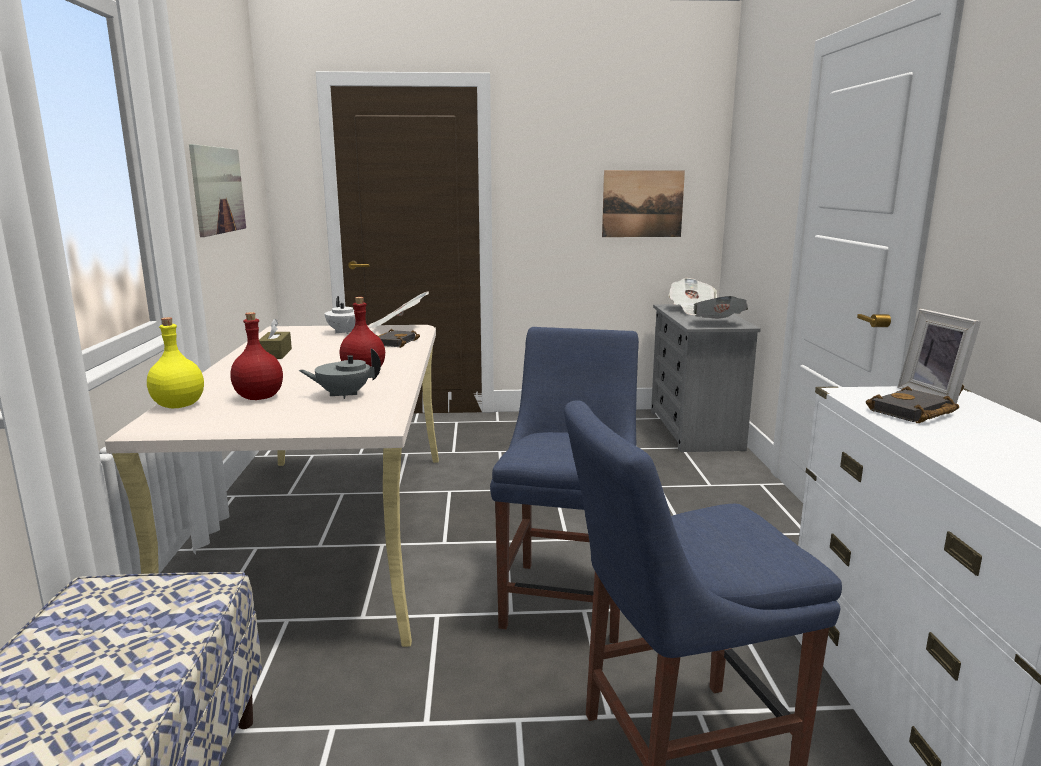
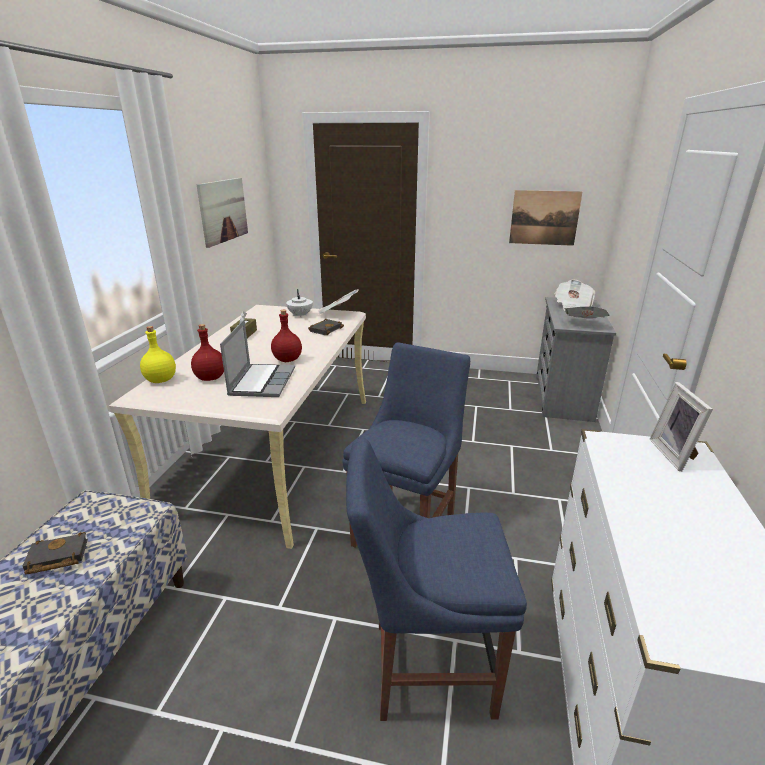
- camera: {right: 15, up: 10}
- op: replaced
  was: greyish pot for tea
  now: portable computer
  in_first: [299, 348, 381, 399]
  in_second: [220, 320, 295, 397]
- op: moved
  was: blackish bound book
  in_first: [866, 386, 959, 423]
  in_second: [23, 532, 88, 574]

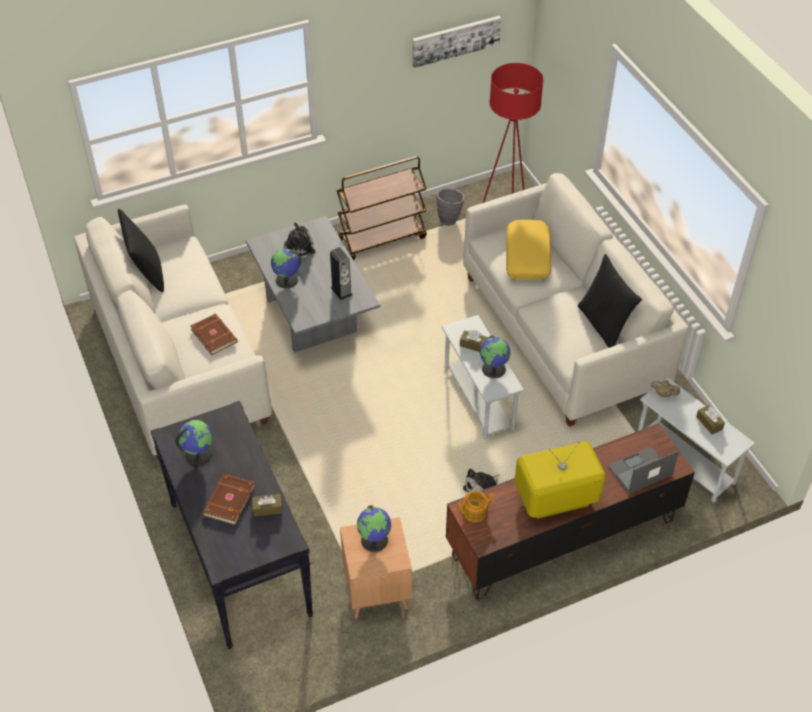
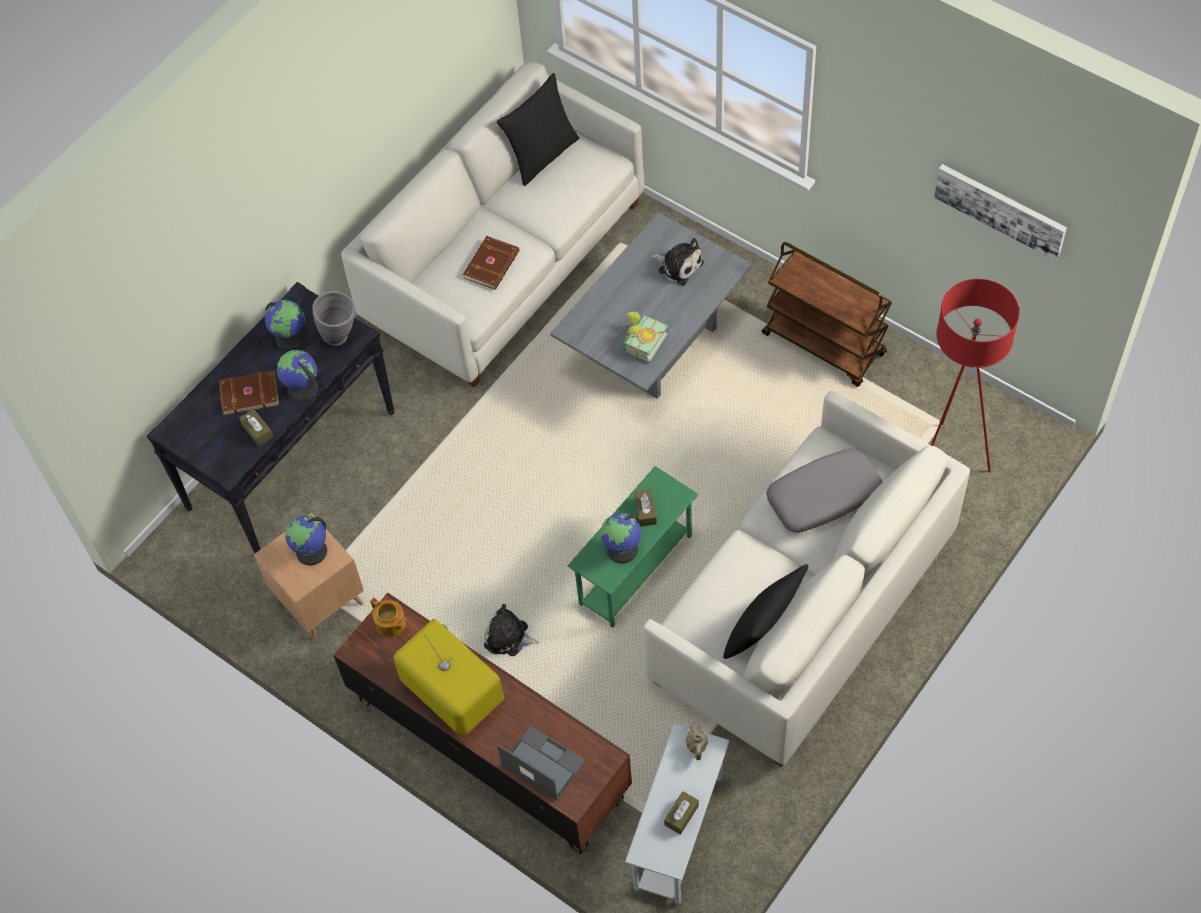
- camera: {right: 65, up: 10}
- op: moved
  was: globe
  in_first: [271, 249, 301, 288]
  in_second: [276, 350, 318, 401]
- op: replaced
  was: audio speaker
  now: bound book
  in_first: [330, 247, 352, 300]
  in_second: [622, 311, 668, 363]
- op: moved
  was: greyish vase
  in_first: [437, 188, 465, 226]
  in_second: [312, 291, 355, 346]
- op: recoloured
  was: whitish accent table
  now: green-coloured accent table
  in_first: [441, 315, 524, 440]
  in_second: [568, 466, 698, 627]
- op: recoloured
  was: yellow throw pillow
  now: greyish throw pillow
  in_first: [506, 220, 551, 280]
  in_second: [766, 449, 882, 533]

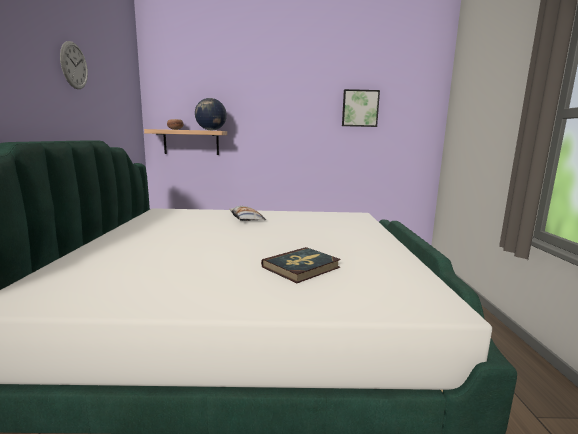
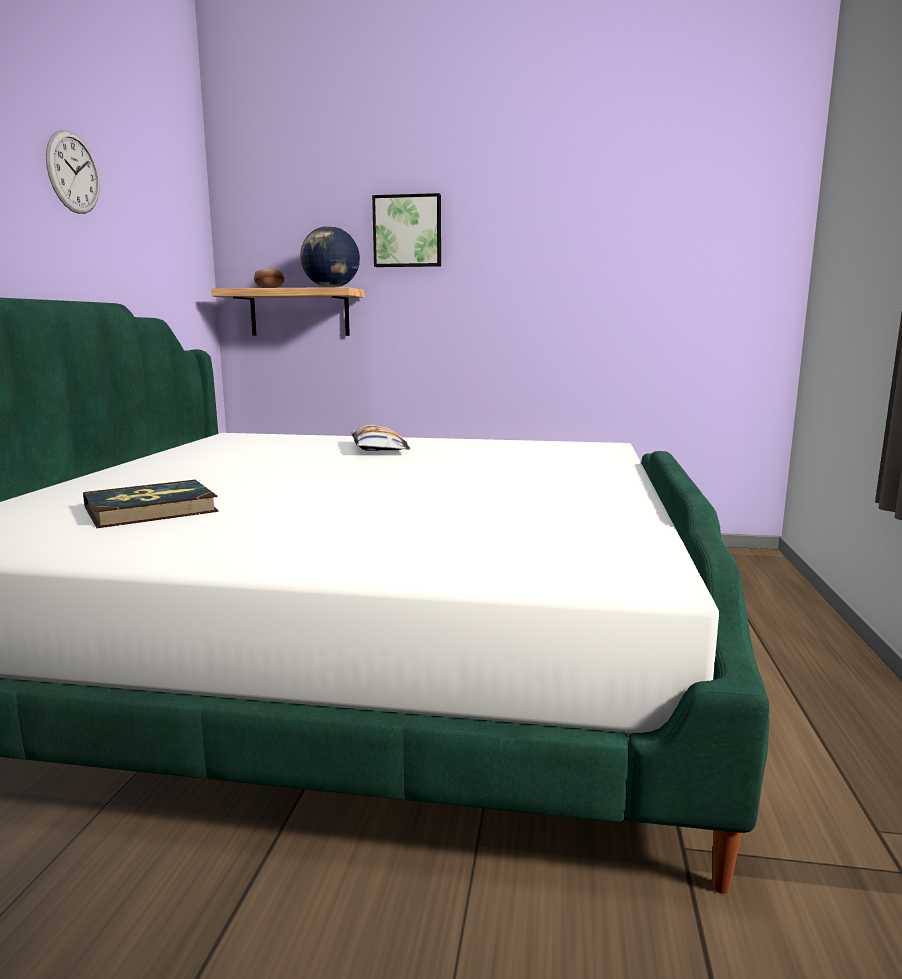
- camera: {right: 10, up: 0}
- op: moved
  was: bound book
  in_first: [261, 247, 341, 283]
  in_second: [83, 480, 219, 528]
- op: moved
  was: wall art
  in_first: [342, 89, 380, 127]
  in_second: [372, 193, 441, 267]

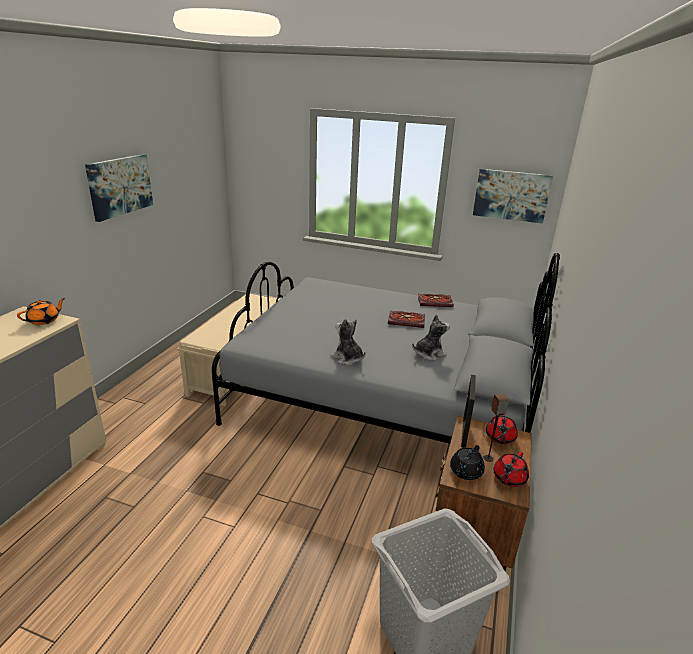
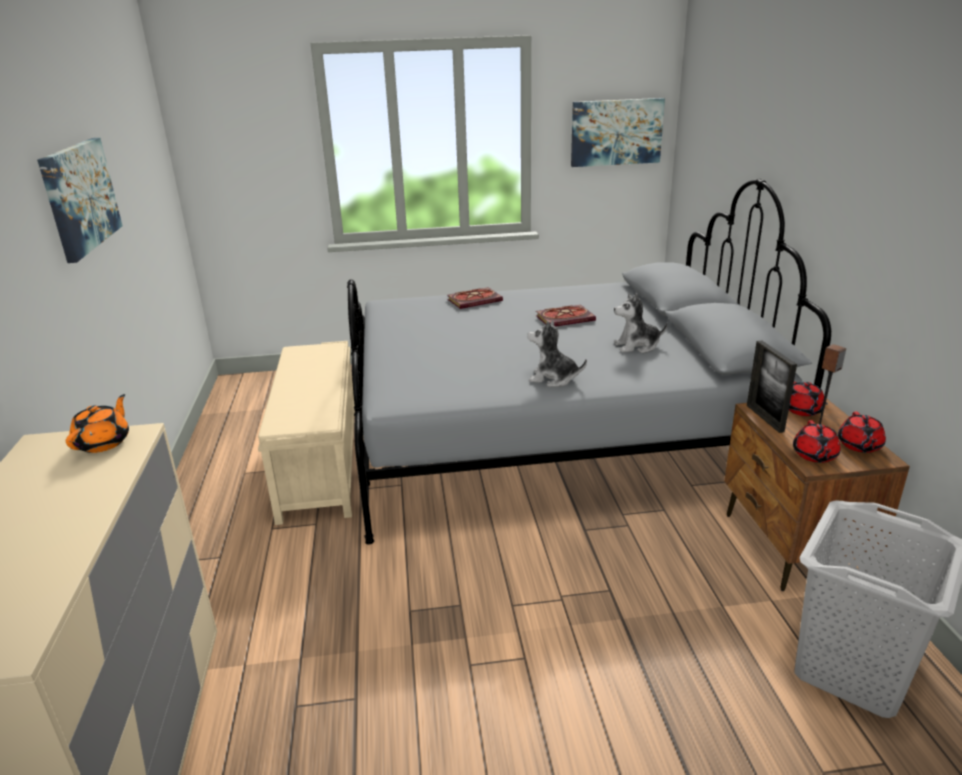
- camera: {right: -25, up: 0}
- op: turned
  was: plush toy
  in_first: [412, 314, 450, 360]
  in_second: [614, 293, 668, 353]
  clockwise: -135
- op: moved
  was: bound book
  in_first: [418, 294, 454, 307]
  in_second: [447, 287, 503, 309]
- op: recoloured
  was: blackish pot for tea
  now: red pot for tea
  in_first: [450, 445, 485, 480]
  in_second: [793, 420, 841, 463]

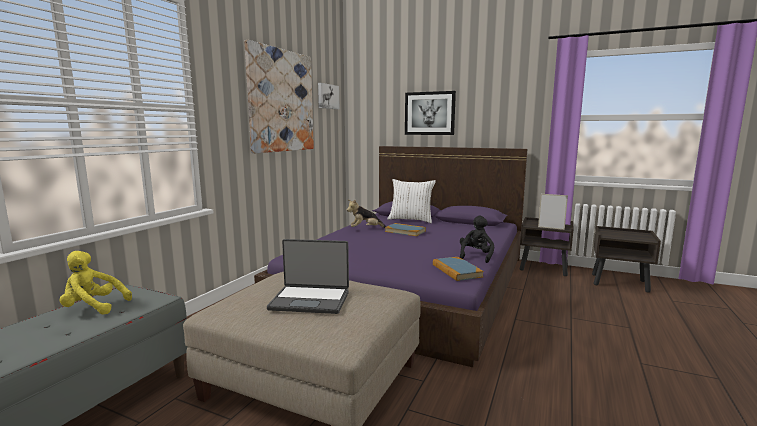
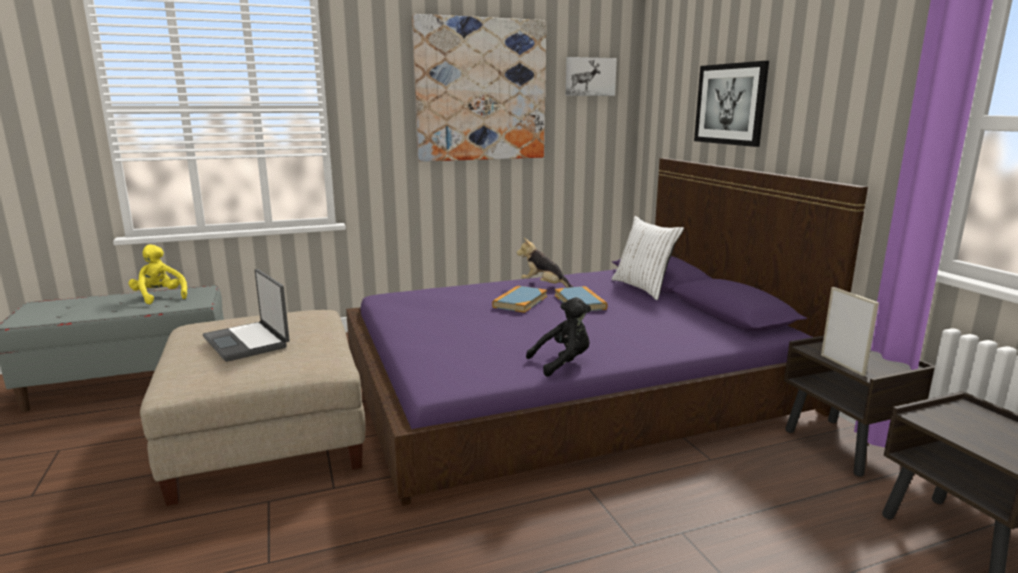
- camera: {right: 45, up: 5}
- op: moved
  was: bound book
  in_first: [433, 257, 484, 281]
  in_second: [492, 286, 547, 313]

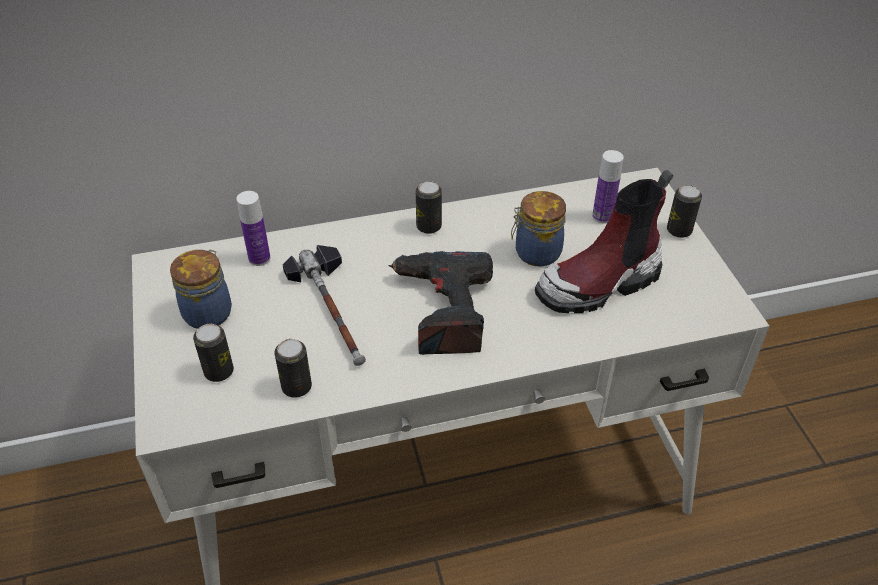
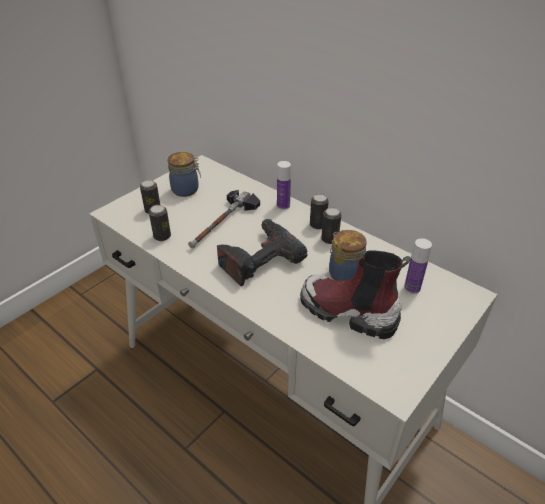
- camera: {right: 55, up: -5}
- op: moved
  was: beverage bottle
  in_first: [236, 191, 270, 266]
  in_second: [277, 161, 291, 210]
- op: moved
  was: can
  in_first: [667, 185, 702, 238]
  in_second: [321, 207, 341, 244]

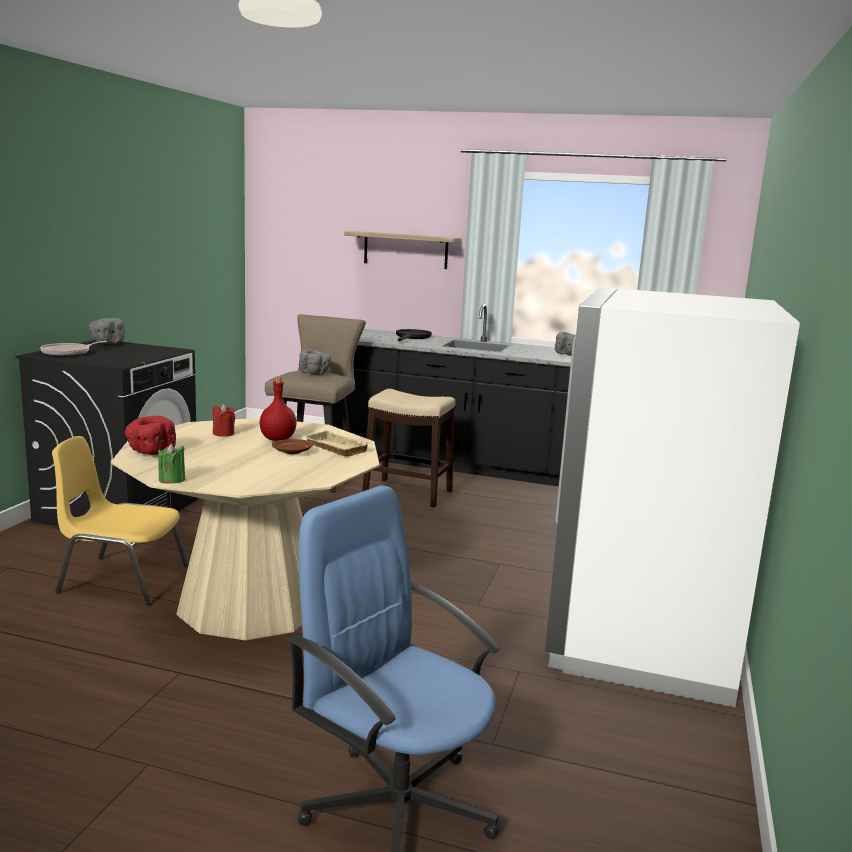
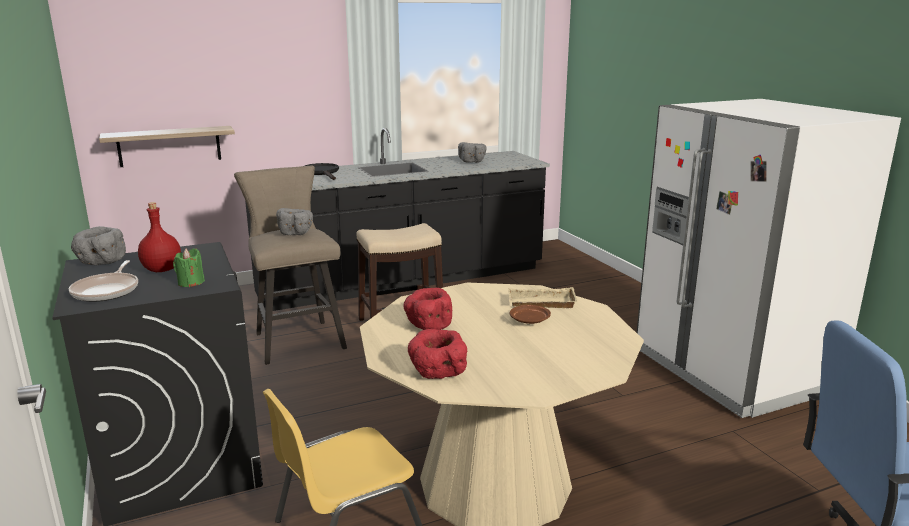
- camera: {right: -40, up: 5}
- op: moved
  was: green-coloured wax candle
  in_first: [158, 444, 185, 484]
  in_second: [173, 248, 205, 287]
- op: replaced
  was: red wax candle
  now: red serving bowl
  in_first: [213, 404, 235, 437]
  in_second: [403, 288, 452, 330]
- op: moved
  was: red beverage bottle
  in_first: [260, 377, 297, 441]
  in_second: [138, 202, 181, 272]
- op: moved
  was: wall shelf
  in_first: [344, 231, 460, 269]
  in_second: [99, 126, 235, 167]

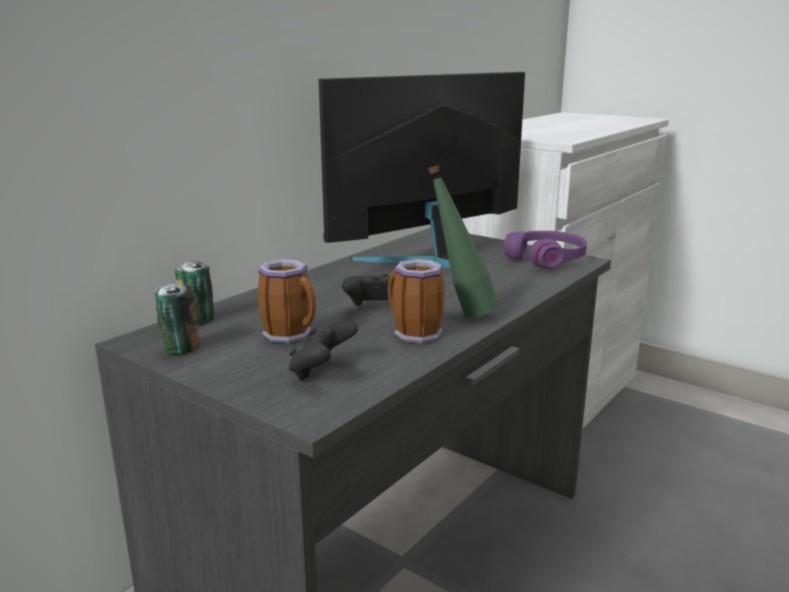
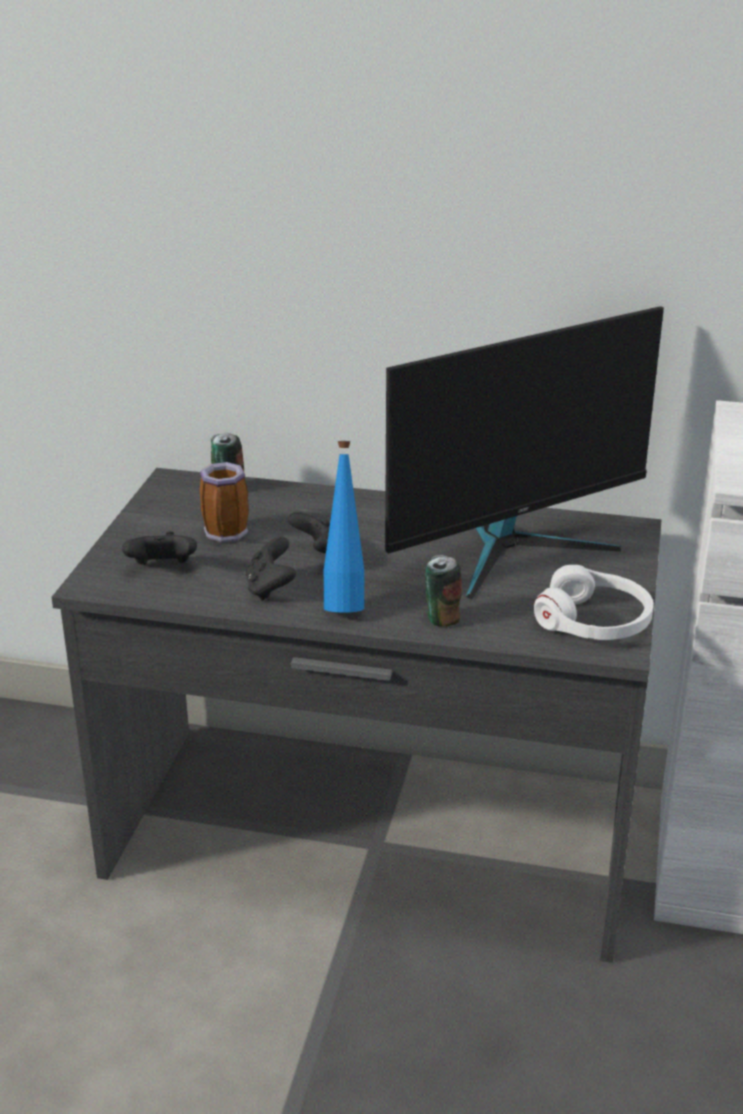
- camera: {right: 65, up: 10}
- op: moved
  was: can
  in_first: [154, 283, 200, 354]
  in_second: [425, 555, 462, 626]
- op: turned
  was: computer display
  in_first: [319, 72, 525, 269]
  in_second: [385, 306, 664, 599]
  clockwise: 120
- op: replaced
  was: tea mug
  now: blackish joypad
  in_first: [388, 259, 445, 343]
  in_second: [246, 537, 296, 601]
- op: recoloured
  was: green-coloured beverage bottle
  now: blue beverage bottle
  in_first: [428, 165, 499, 318]
  in_second: [324, 441, 364, 613]
- op: recoloured
  was: purplish headset
  now: whitish headset
  in_first: [503, 231, 587, 269]
  in_second: [534, 565, 654, 640]

